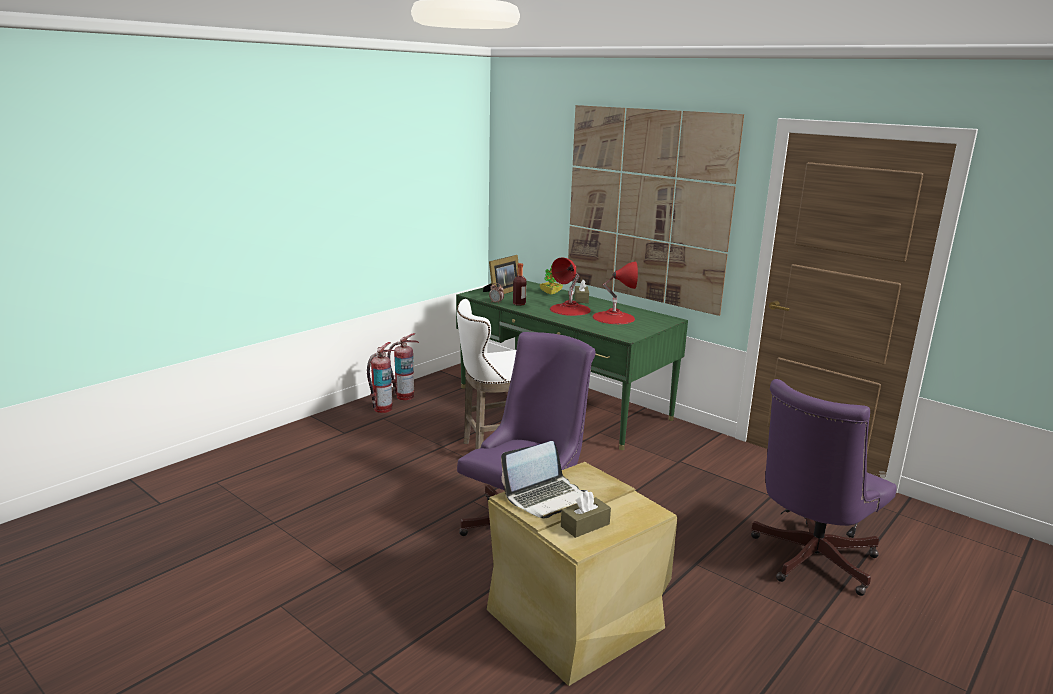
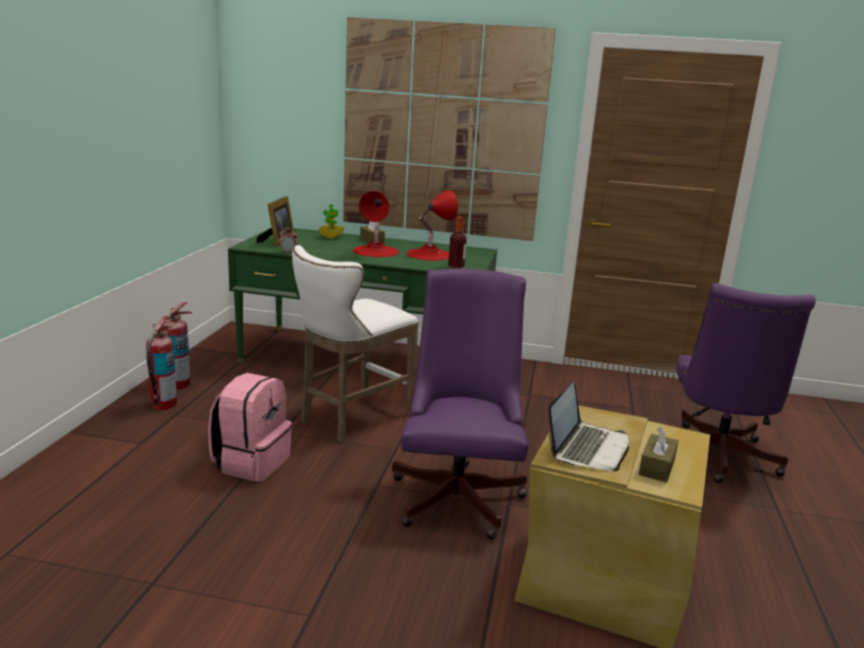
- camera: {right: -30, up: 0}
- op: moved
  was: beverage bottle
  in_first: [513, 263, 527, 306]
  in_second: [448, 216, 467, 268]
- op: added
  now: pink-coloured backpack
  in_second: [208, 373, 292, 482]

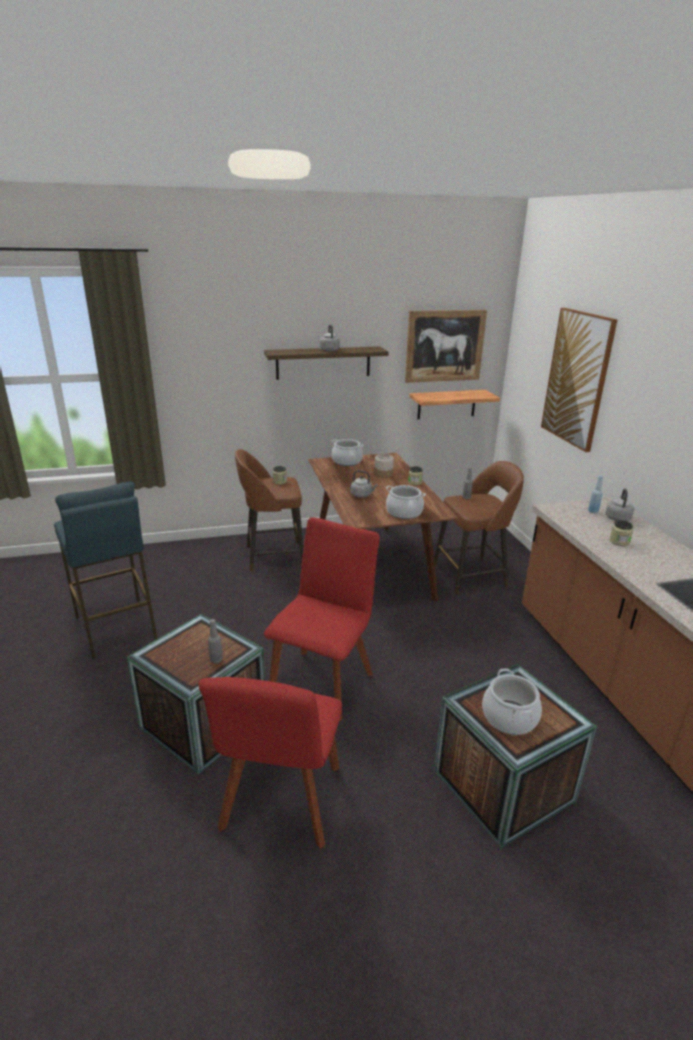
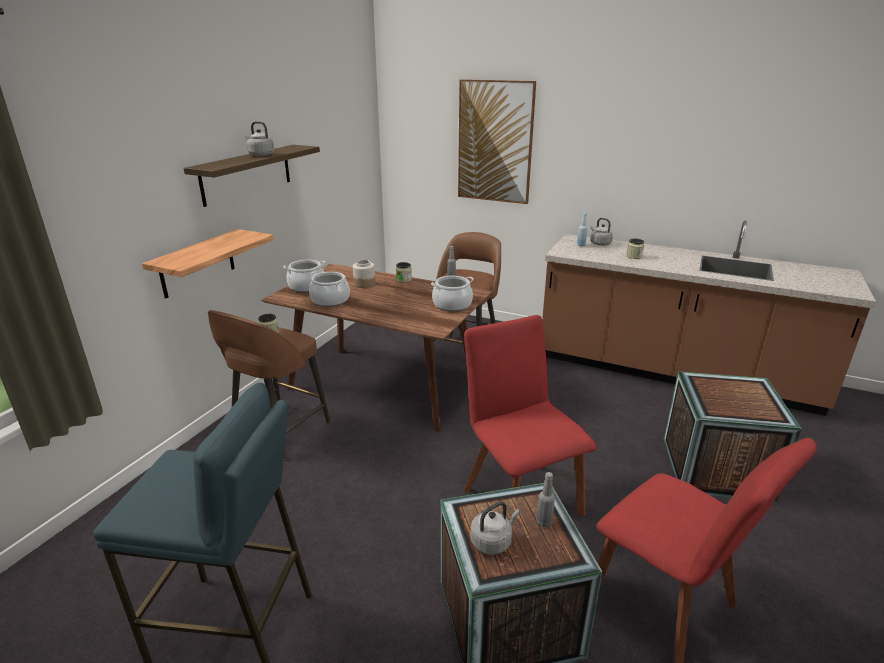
- camera: {right: -50, up: 0}
- op: moved
  was: greyish kettle
  in_first: [350, 470, 378, 498]
  in_second: [470, 502, 520, 555]
- op: removed
  was: wall art
  in_first: [405, 310, 487, 383]
- op: moved
  was: wall shelf
  in_first: [409, 390, 500, 419]
  in_second: [142, 229, 274, 299]
- op: moved
  was: stockpot
  in_first: [482, 669, 542, 735]
  in_second: [309, 272, 350, 307]

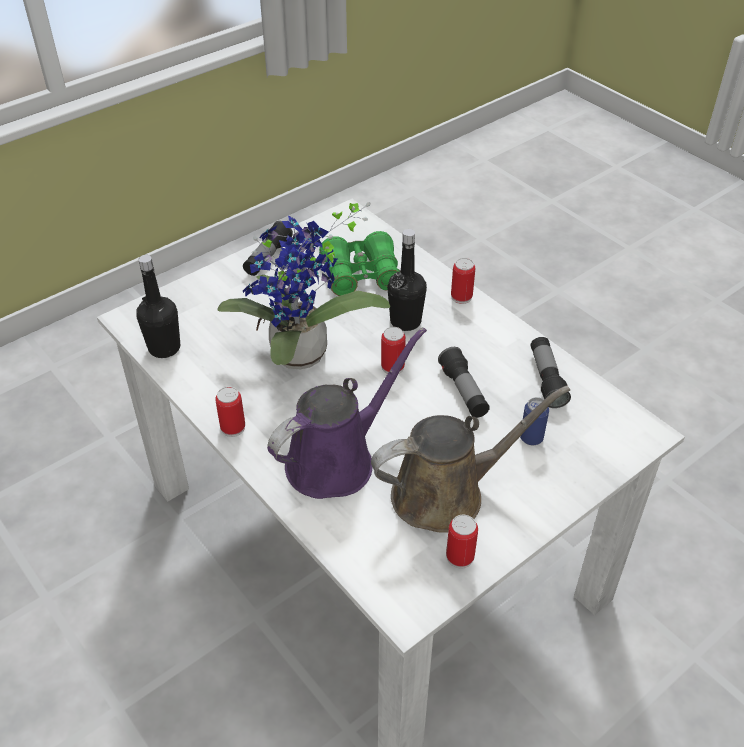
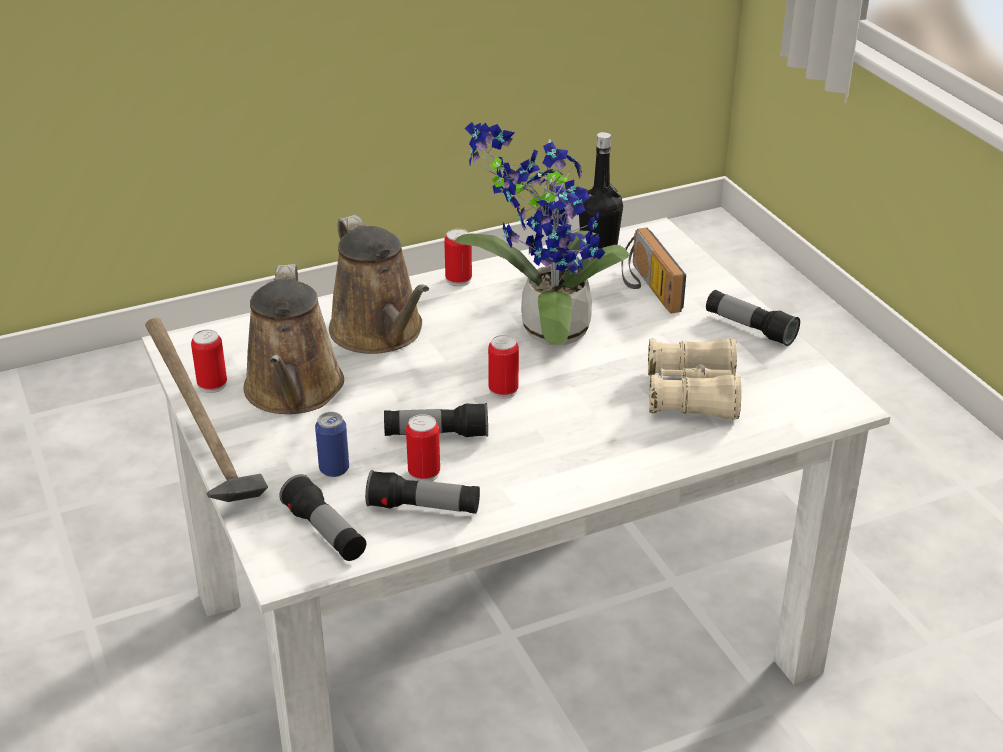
- camera: {right: 105, up: -10}
- op: recoloured
  was: purplish sprinkling can
  now: brownish sprinkling can
  in_first: [267, 327, 427, 499]
  in_second: [329, 215, 429, 354]
- op: recoloured
  was: green-coloured pair of binoculars
  now: beige-coloured pair of binoculars
  in_first: [319, 231, 400, 296]
  in_second: [648, 338, 742, 420]
- op: removed
  was: blackish beverage bottle
  in_first: [387, 229, 427, 331]
- op: moved
  was: can
  in_first: [451, 258, 475, 304]
  in_second: [406, 414, 440, 482]
- op: added
  now: hand hammer
  in_second: [145, 318, 268, 502]
- op: added
  now: torch
  in_second: [279, 474, 366, 561]
- op: added
  now: radio set
  in_second: [622, 227, 686, 314]

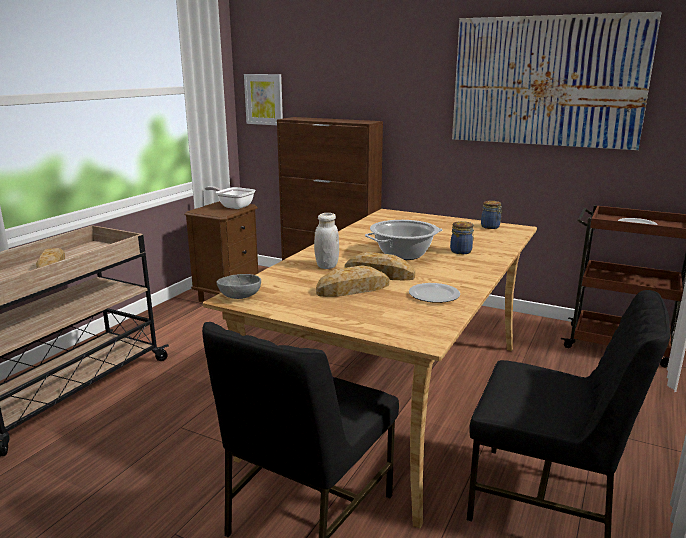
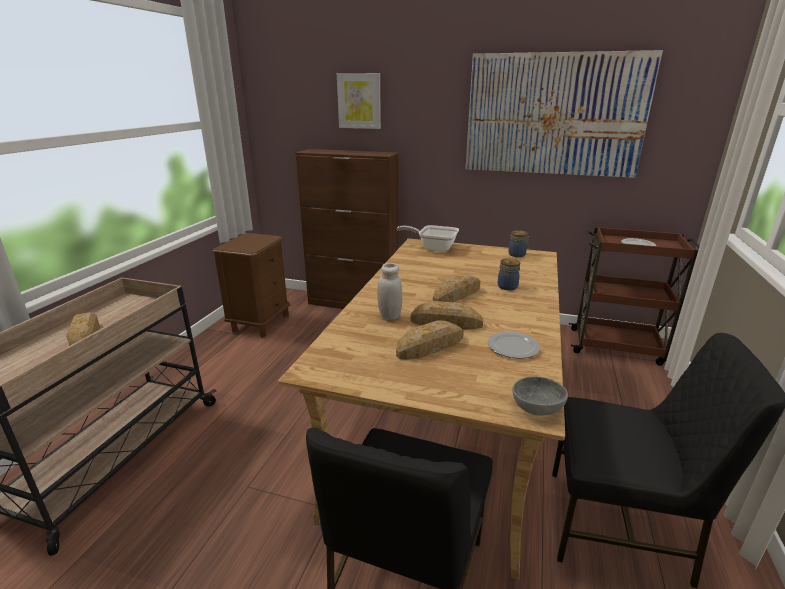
- camera: {right: -10, up: 5}
- op: moved
  was: skillet
  in_first: [205, 186, 255, 209]
  in_second: [397, 225, 459, 252]
- op: moved
  was: greyish serving bowl
  in_first: [217, 274, 261, 299]
  in_second: [512, 376, 568, 416]
- op: moved
  was: wall art
  in_first: [244, 74, 283, 125]
  in_second: [337, 73, 381, 129]
- op: replaced
  was: stockpot
  now: bread
  in_first: [365, 220, 442, 260]
  in_second: [433, 273, 480, 302]

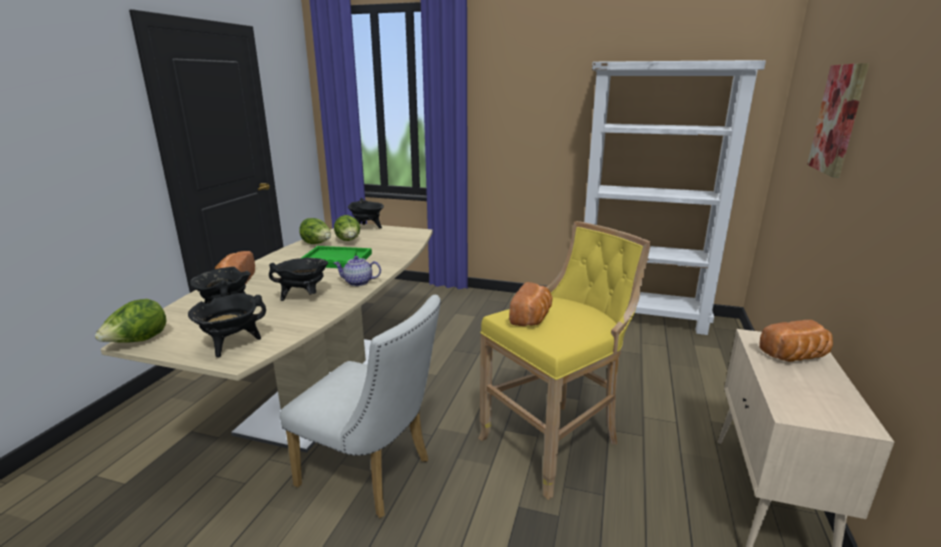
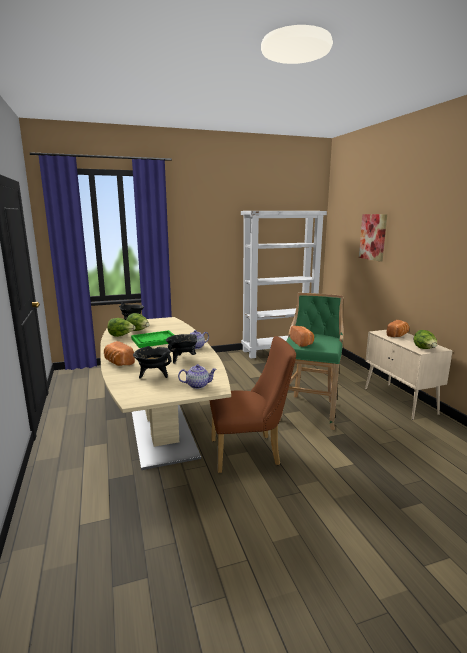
- camera: {right: -35, up: -5}
- op: moved
  was: lettuce
  in_first: [95, 299, 166, 343]
  in_second: [413, 330, 437, 349]
- op: replaced
  was: blackish stockpot
  now: pot for tea
  in_first: [188, 293, 266, 357]
  in_second: [178, 364, 217, 389]
- op: recoloured
  was: whitish plain chair
  now: brownish plain chair
  in_first: [280, 295, 441, 518]
  in_second: [210, 336, 296, 473]
- op: recoloured
  was: yellow stool seat
  now: green-coloured stool seat
  in_first: [478, 221, 651, 500]
  in_second: [280, 293, 344, 430]

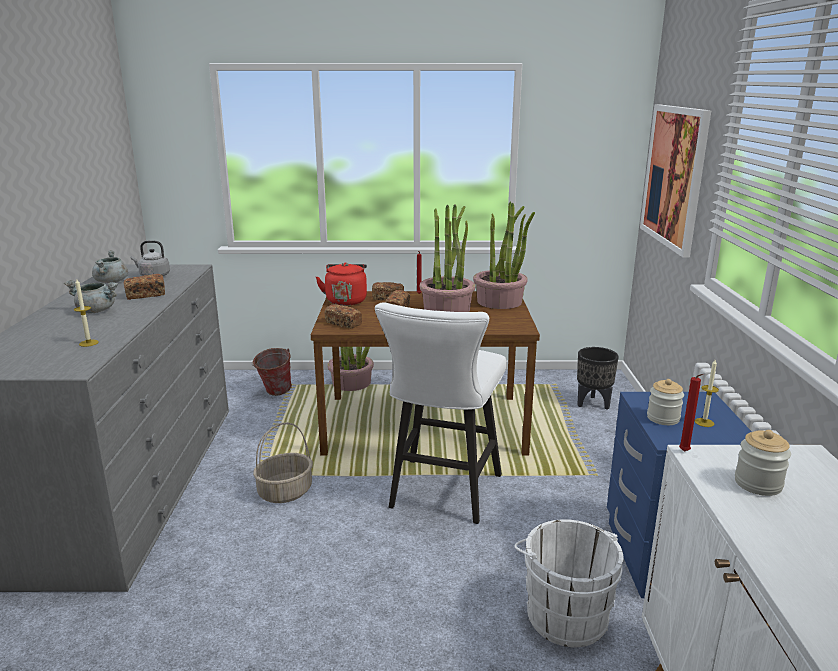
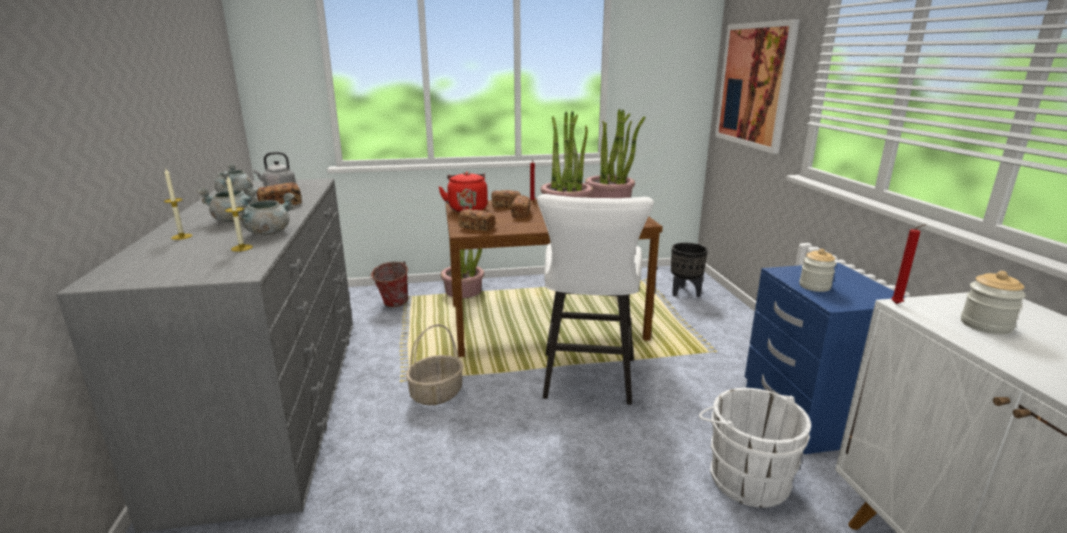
- camera: {right: -10, up: 0}
- op: moved
  was: wax candle
  in_first: [695, 360, 719, 427]
  in_second: [164, 169, 193, 240]
- op: added
  now: greyish stockpot
  in_second: [236, 193, 295, 235]

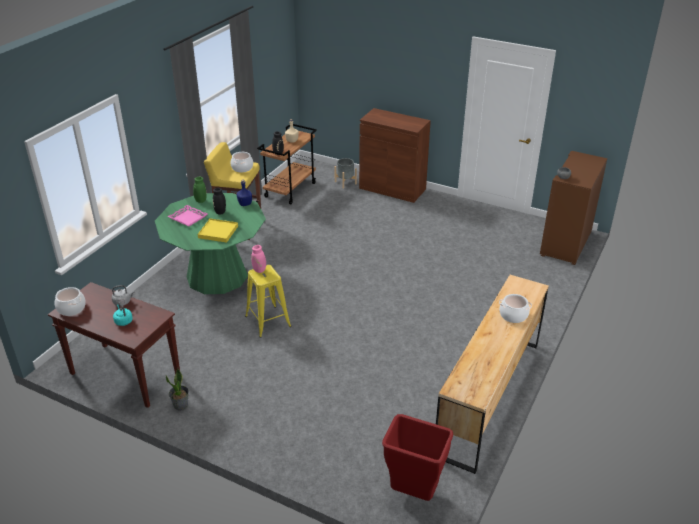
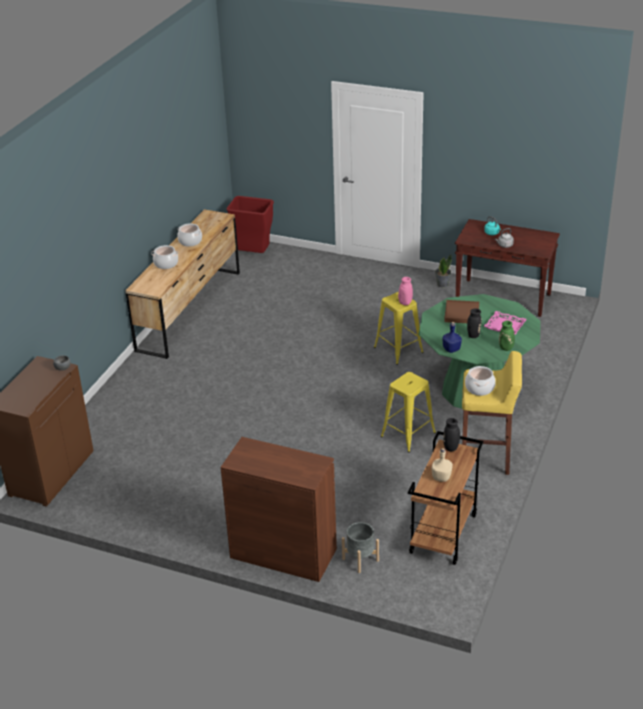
- camera: {right: 175, up: 0}
- op: moved
  was: stockpot
  in_first: [54, 287, 86, 316]
  in_second: [177, 223, 202, 246]
- op: recoloured
  was: yellow carrying tray
  now: brownish carrying tray
  in_first: [198, 218, 238, 243]
  in_second: [444, 300, 479, 323]
- op: added
  now: yellow stool seat
  in_second: [381, 372, 436, 453]

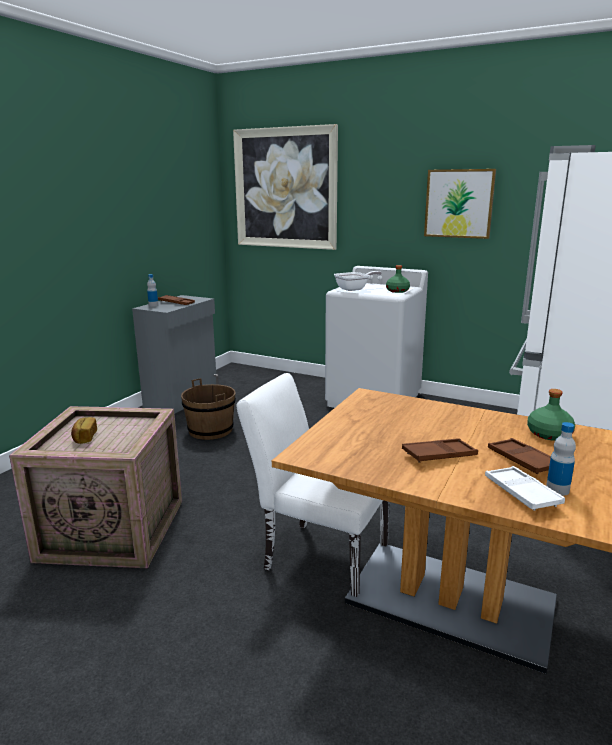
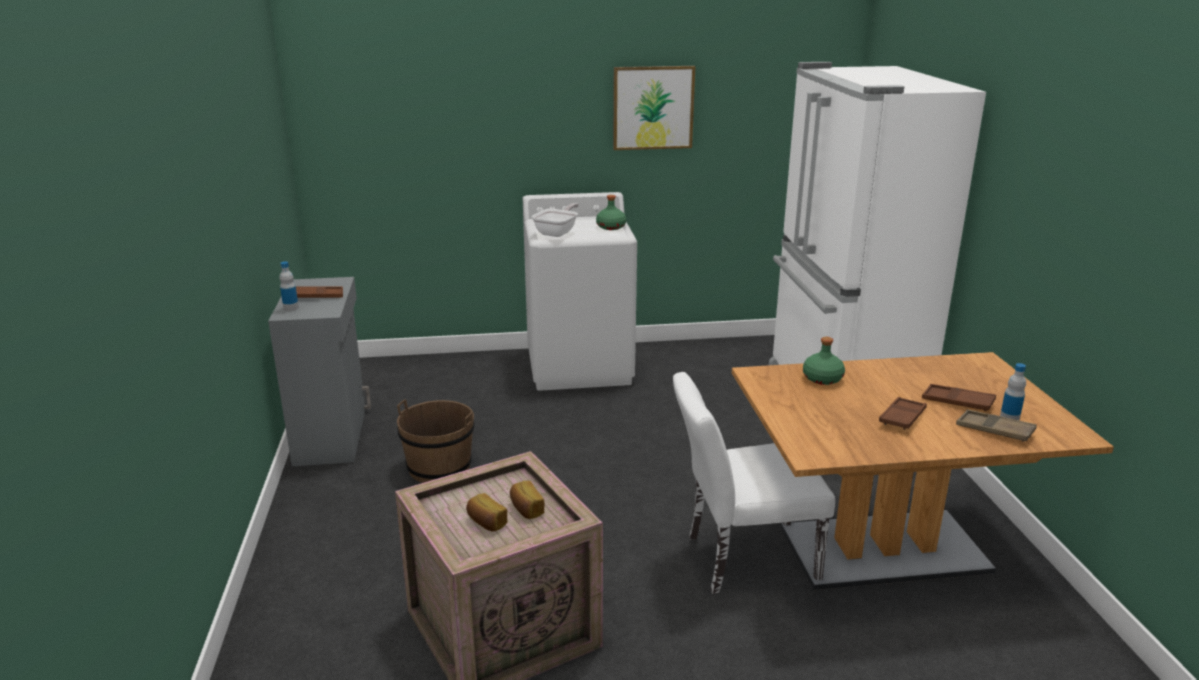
- camera: {right: -35, up: 5}
- op: removed
  was: wall art
  in_first: [233, 124, 338, 250]
- op: recoloured
  was: whitish carrying tray
  now: brownish carrying tray
  in_first: [485, 466, 565, 511]
  in_second: [956, 409, 1037, 441]
- op: moved
  was: green-coloured beverage bottle
  in_first: [527, 389, 575, 441]
  in_second: [803, 337, 845, 385]
- op: added
  now: bread
  in_second: [510, 481, 544, 519]

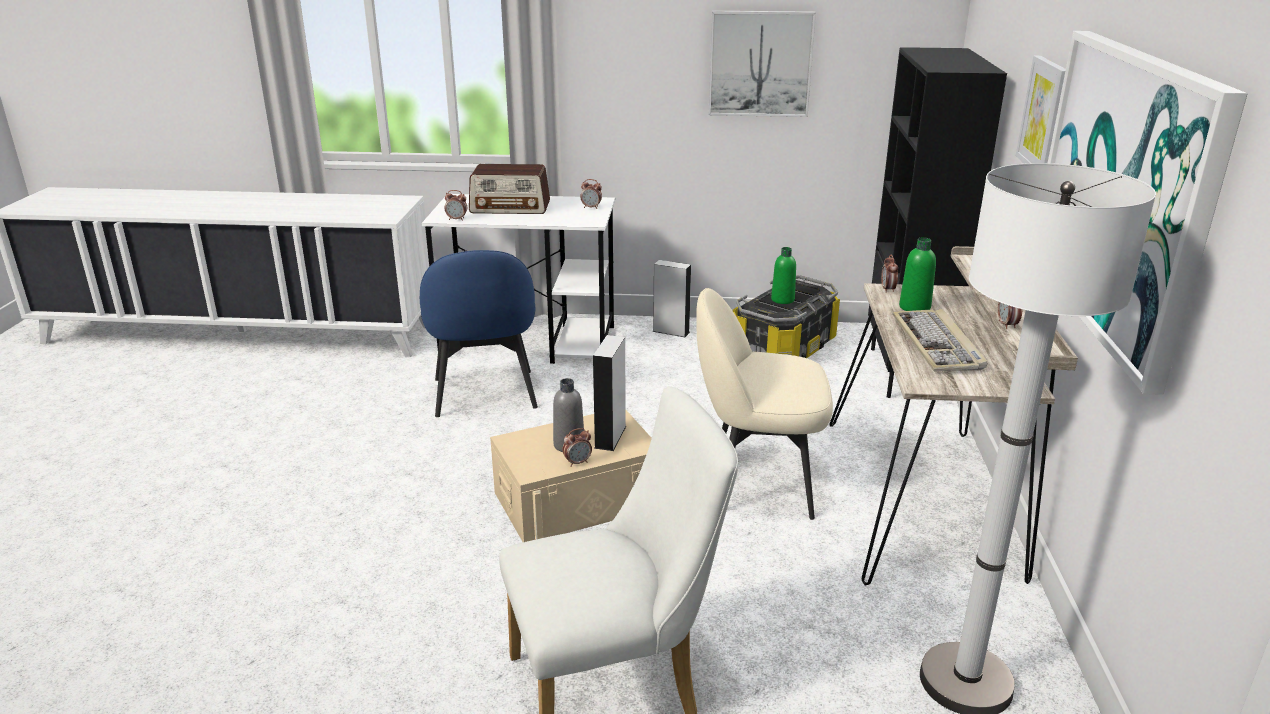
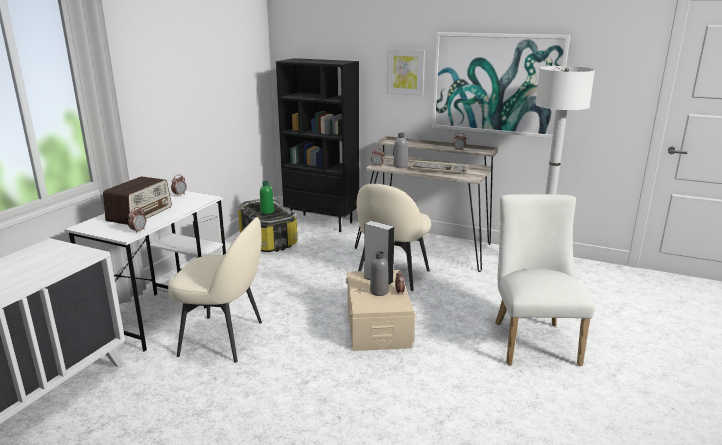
- camera: {right: -70, up: -5}
- op: recoloured
  was: blue plain chair
  now: beige-coloured plain chair
  in_first: [420, 250, 538, 417]
  in_second: [168, 217, 262, 363]
- op: removed
  was: wall art
  in_first: [708, 11, 816, 117]
- op: recoloured
  was: green-coloured beverage bottle
  now: greyish beverage bottle
  in_first: [899, 237, 936, 311]
  in_second: [393, 133, 408, 168]

